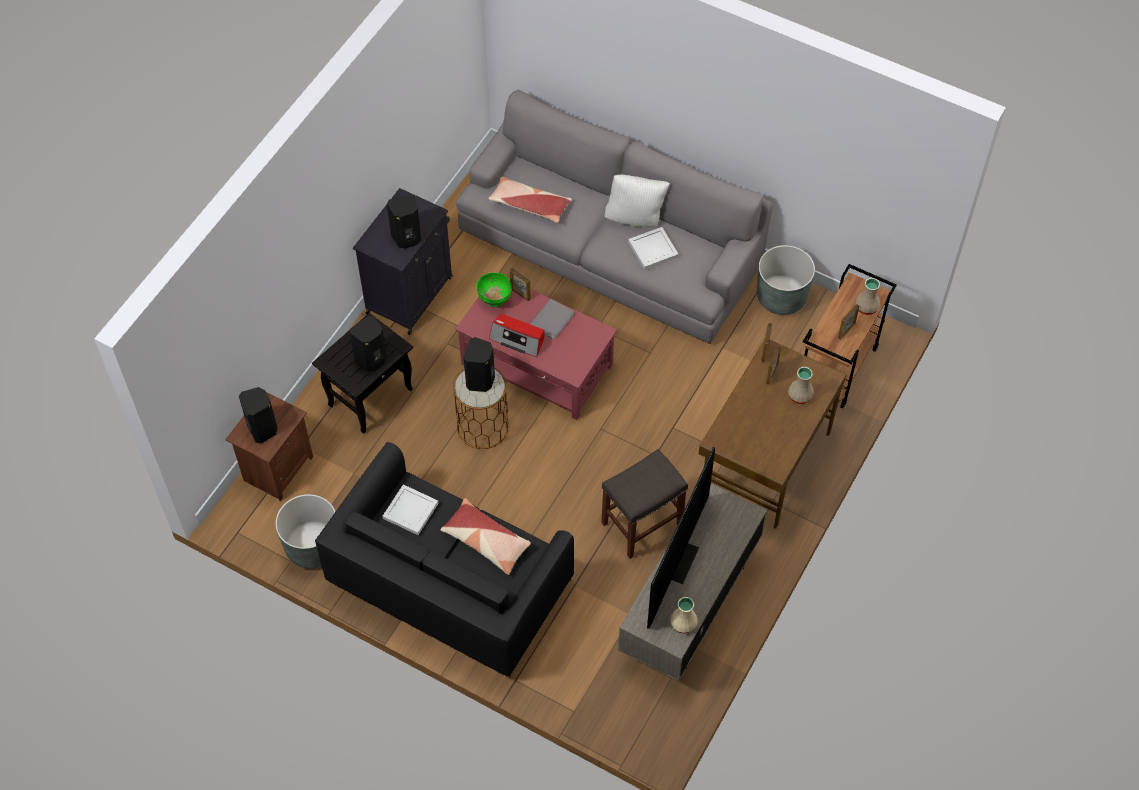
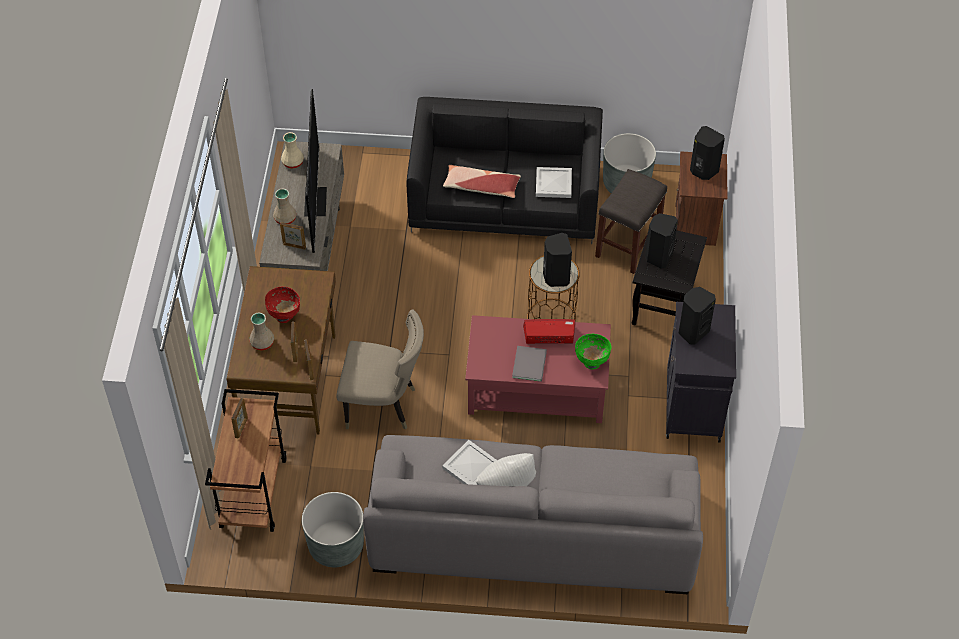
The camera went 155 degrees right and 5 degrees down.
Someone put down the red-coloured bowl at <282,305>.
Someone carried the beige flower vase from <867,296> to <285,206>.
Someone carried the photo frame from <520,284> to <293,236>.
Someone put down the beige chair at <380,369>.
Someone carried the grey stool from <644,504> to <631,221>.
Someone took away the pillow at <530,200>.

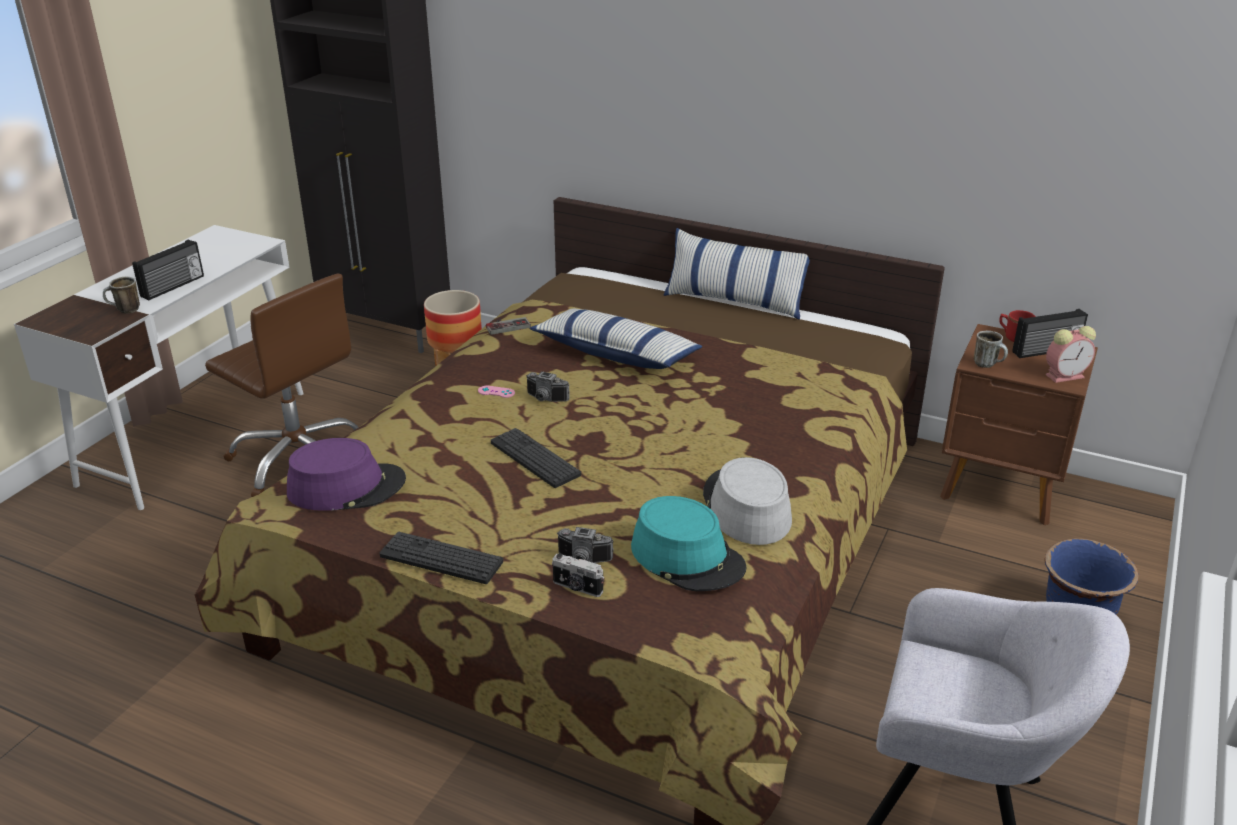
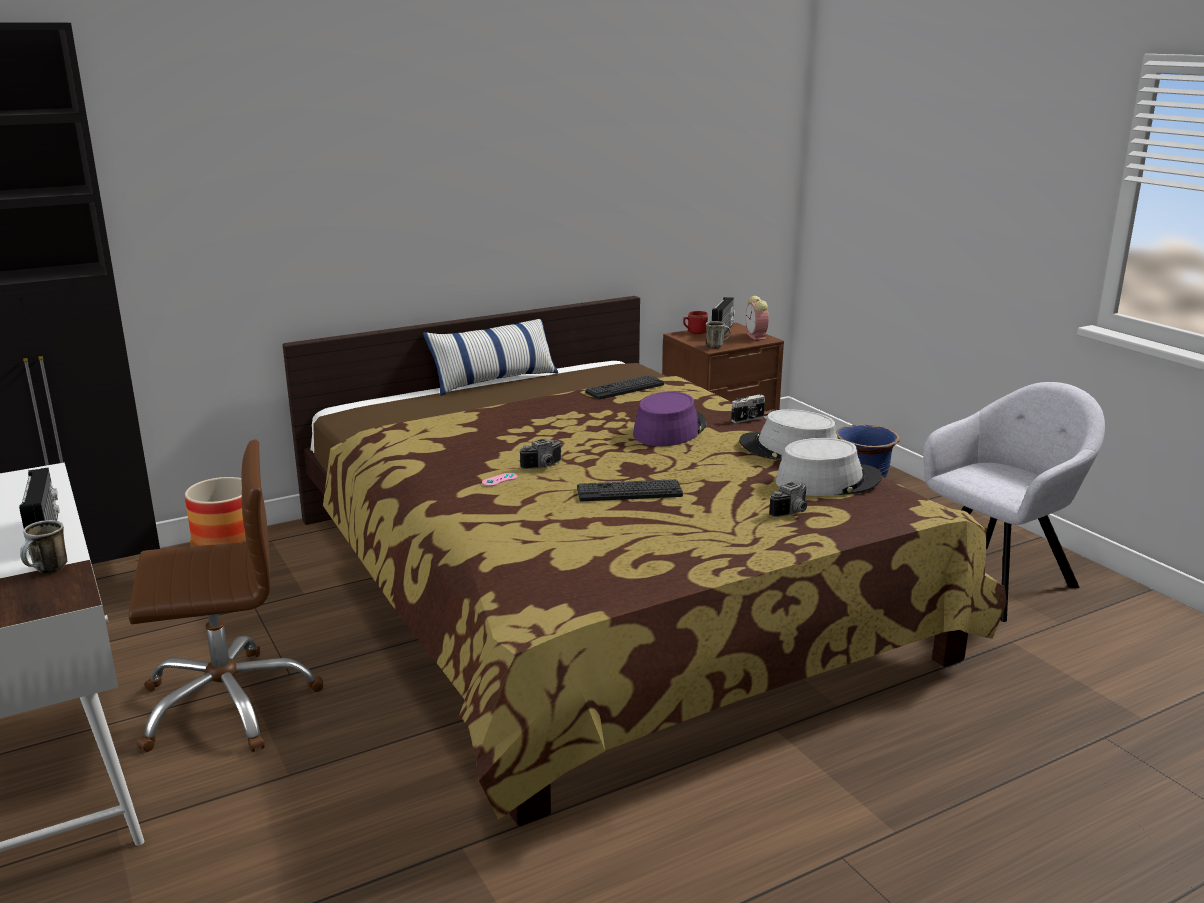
The camera went 55 degrees left and 10 degrees down.
Someone carried the PC keyboard from <441,557> to <624,387>.
Someone carried the purplish hat from <346,474> to <670,418>.
Someone carried the still camera from <578,575> to <748,408>.
Someone rotated the bedside clock at <1071,354> by 150 degrees clockwise.
Someone repainted the blue-green hat at <688,543>, which became the grey hat at <829,467>.
Someone took away the joypad at <508,326>.
Someone took away the pillow at <615,339>.

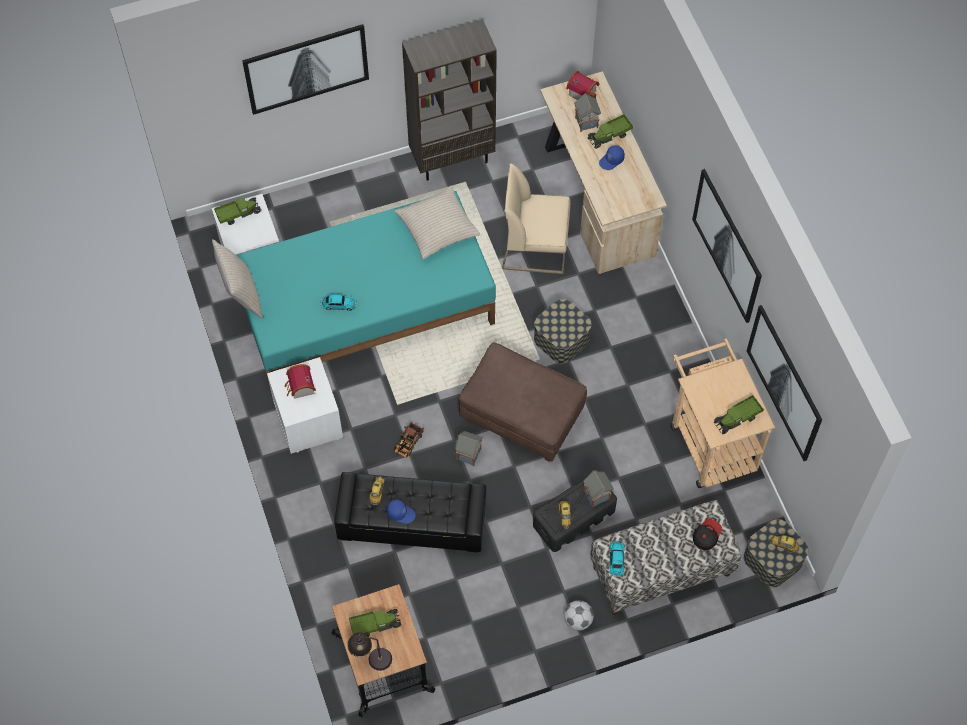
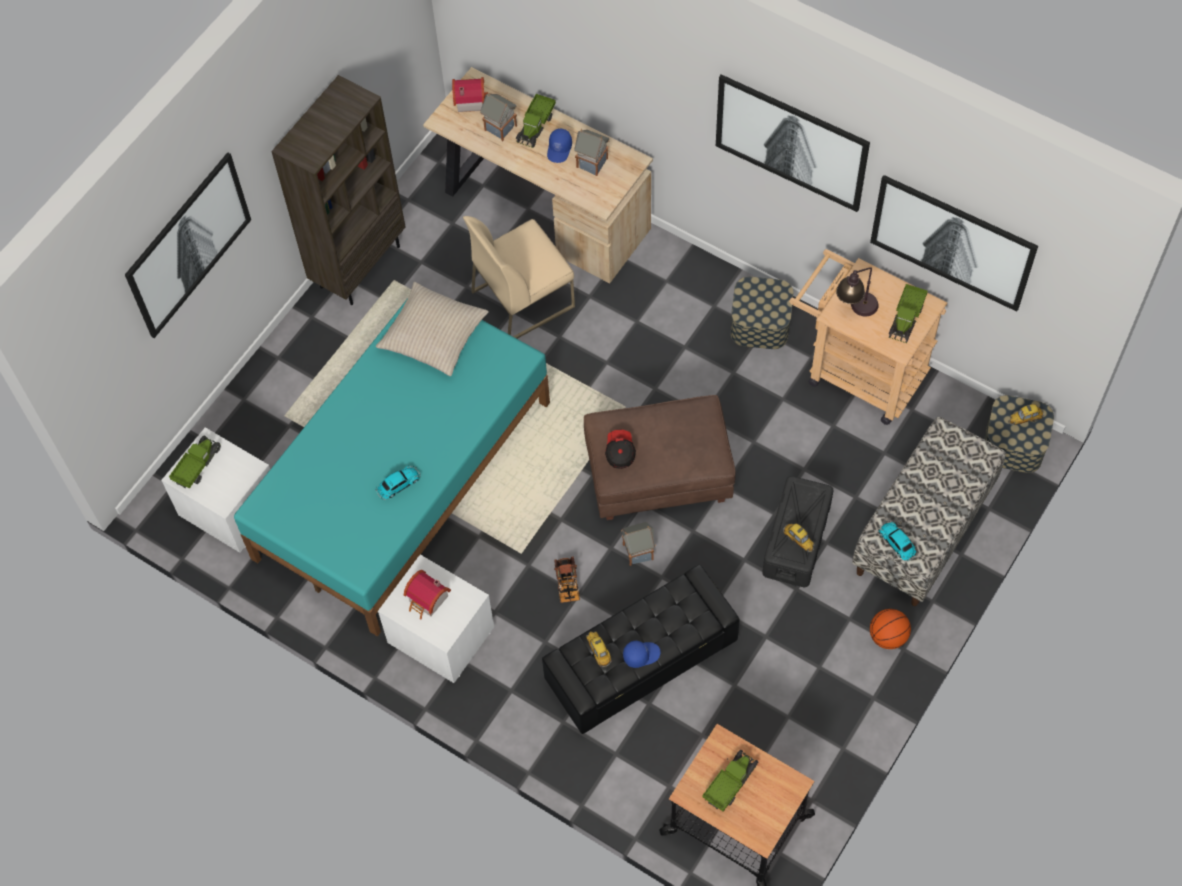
The camera went 35 degrees left and 0 degrees up.
Someone carried the model house from <598,488> to <591,152>.
Someone carried the baseball cap from <707,535> to <620,449>.
Someone carried the storage box from <562,331> to <762,313>.
Someone carried the lamp for a table from <369,651> to <857,291>.
Someone swapped the football at <579,615> for the ball for basketball at <890,629>.
Someone took away the beige pillow at <237,278>.

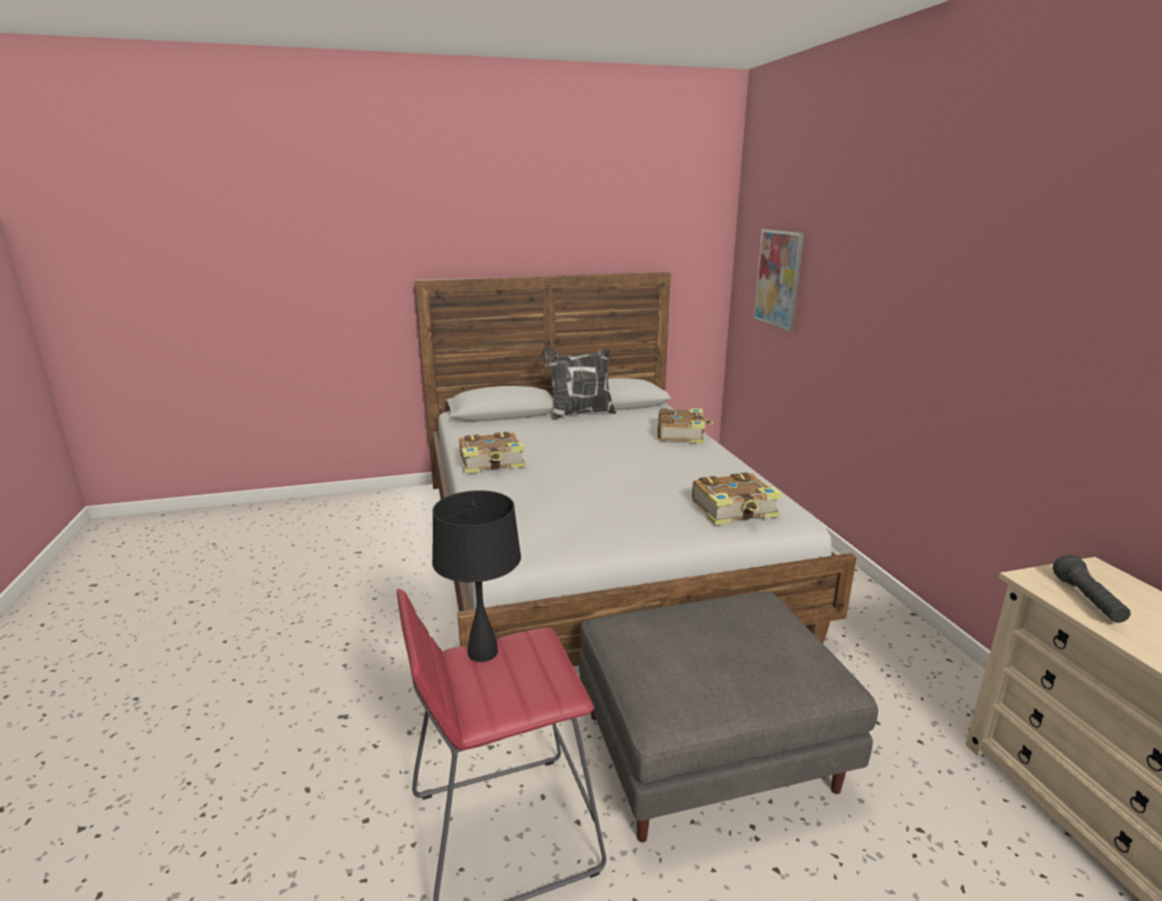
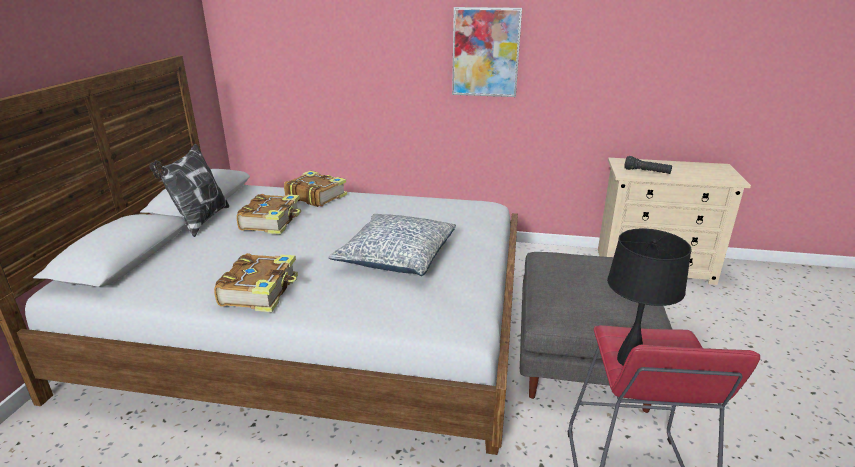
The camera went 65 degrees left and 5 degrees up.
Someone carried the book from <737,498> to <268,214>.
Someone put down the pillow at <392,245>.
Someone carried the wall picture from <779,280> to <487,52>.

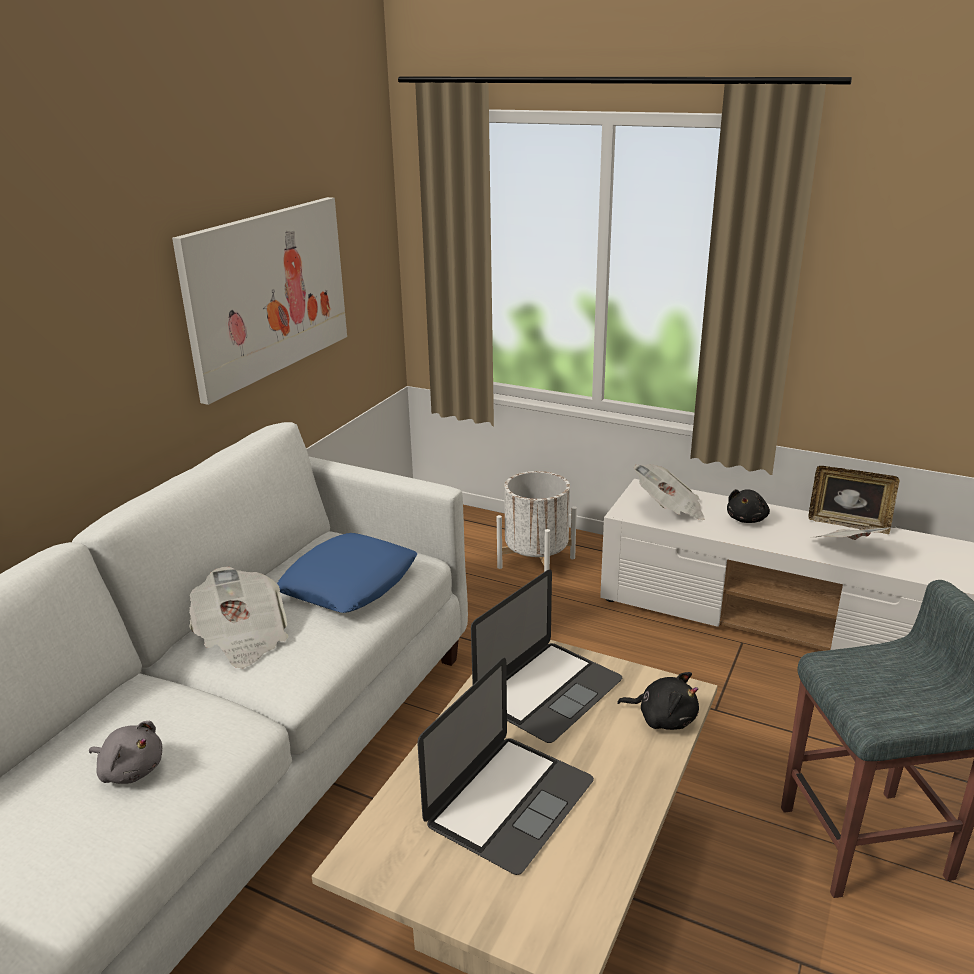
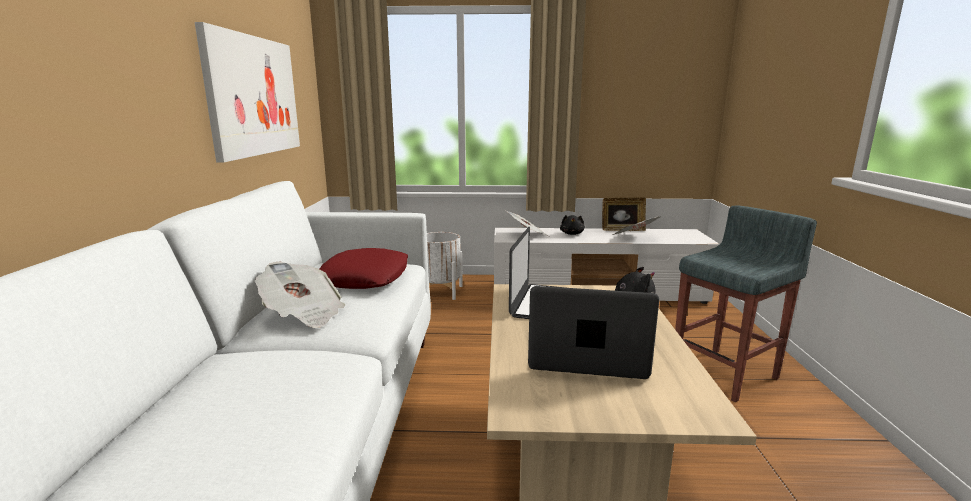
The camera went 25 degrees left and 10 degrees down.
Someone repainted the blue-coloured pillow at <347,573>, which became the red-coloured pillow at <364,268>.
Someone rotated the portable computer at <505,766> by 90 degrees counterclockwise.
Someone took away the grey cuddly toy at <125,752>.

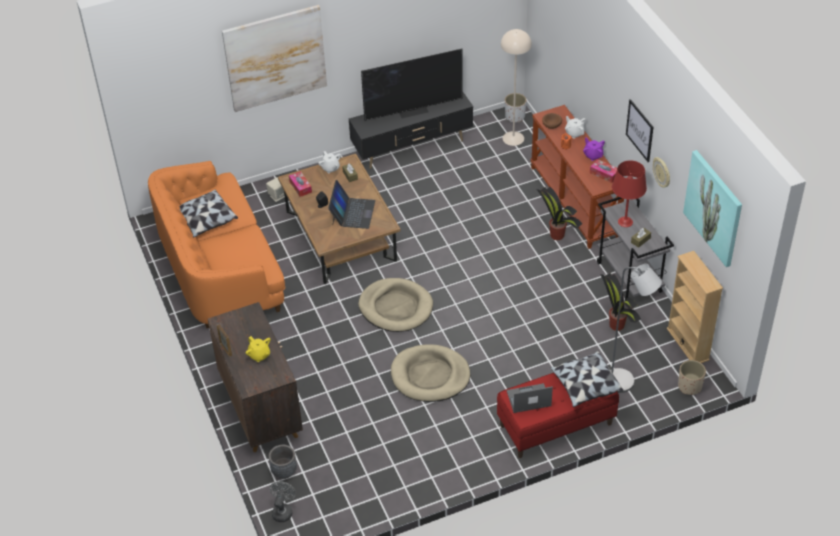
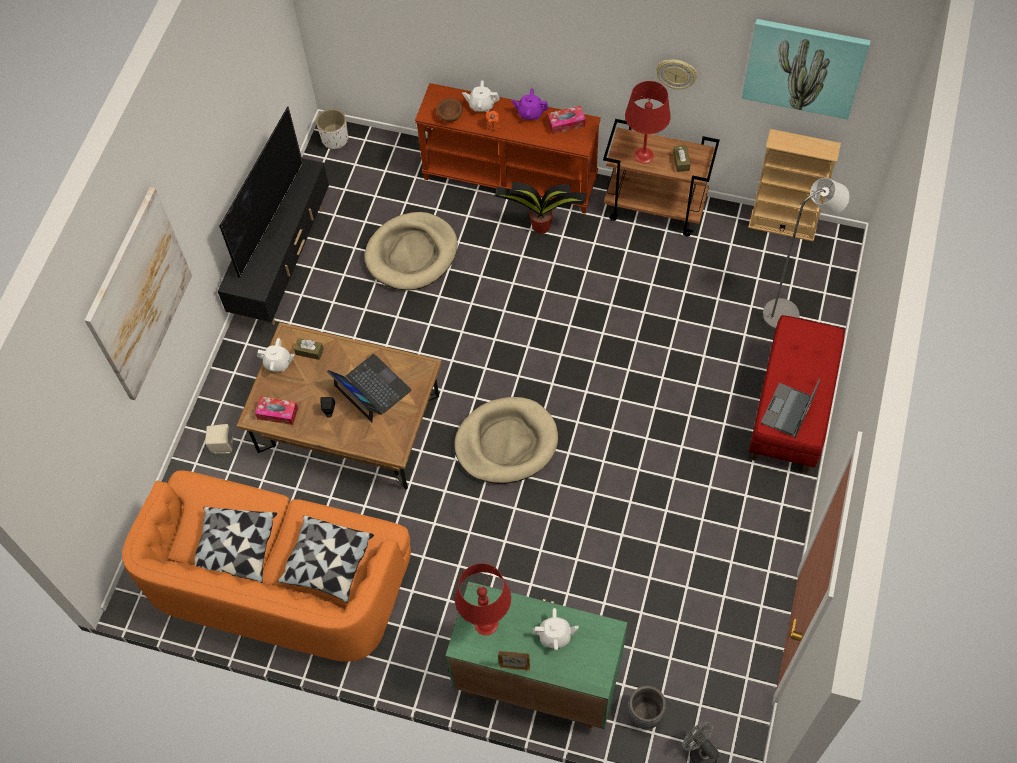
The camera went 50 degrees left and 15 degrees up.
Someone carried the pillow from <587,379> to <325,559>.
Someone carried the beige pet bed from <430,373> to <411,251>.
Someone repainted the brown-coloured cabinet at <255,377>, which became the greenish cabinet at <536,655>.
Someone put down the red-coloured lamp for a table at <483,599>.
Someone repainted the yellowish tea pot at <258,349>, which became the whitish tea pot at <555,629>.
Someone repainted the grey wheeled cart at <635,248>, which became the brown-coloured wheeled cart at <661,177>.
Someone took away the beige standing lamp at <516,87>.
Someone took away the houseplant at <620,302>.
Someone took away the wall picture at <639,130>.
Someone took away the beige planter at <692,377>.

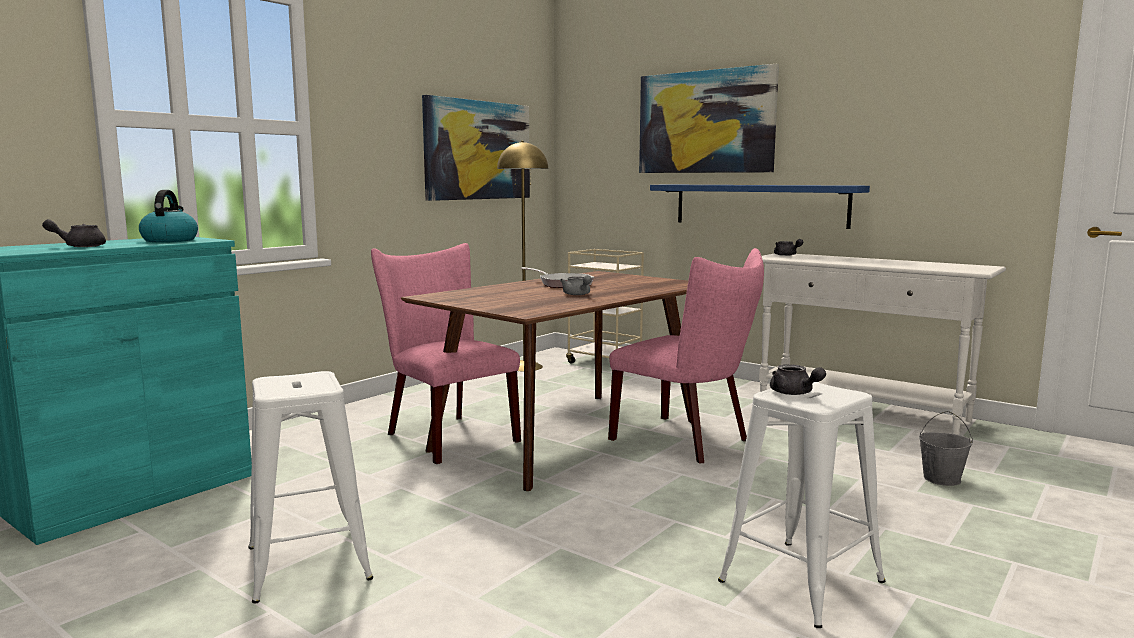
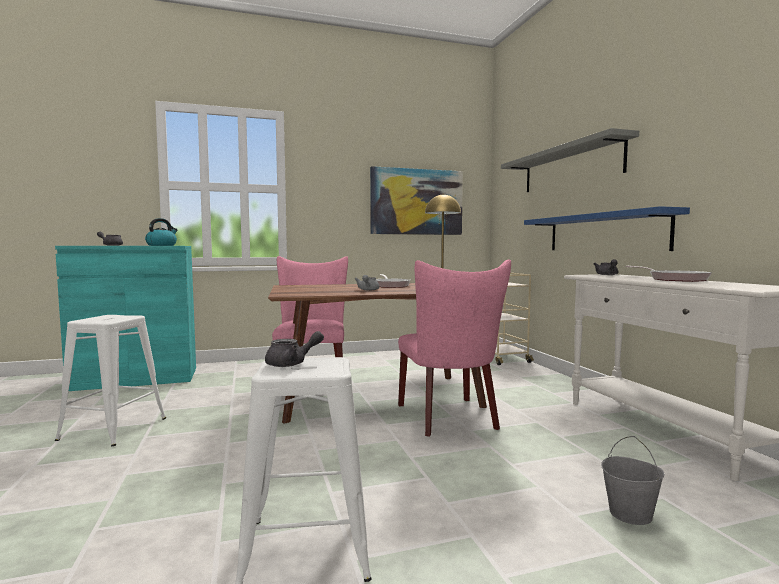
The camera went 35 degrees right and 5 degrees down.
Someone rotated the grey tea pot at <798,379> by 120 degrees counterclockwise.
Someone swapped the wall picture at <709,118> for the grey wall shelf at <570,160>.
Someone put down the frying pan at <669,274>.

